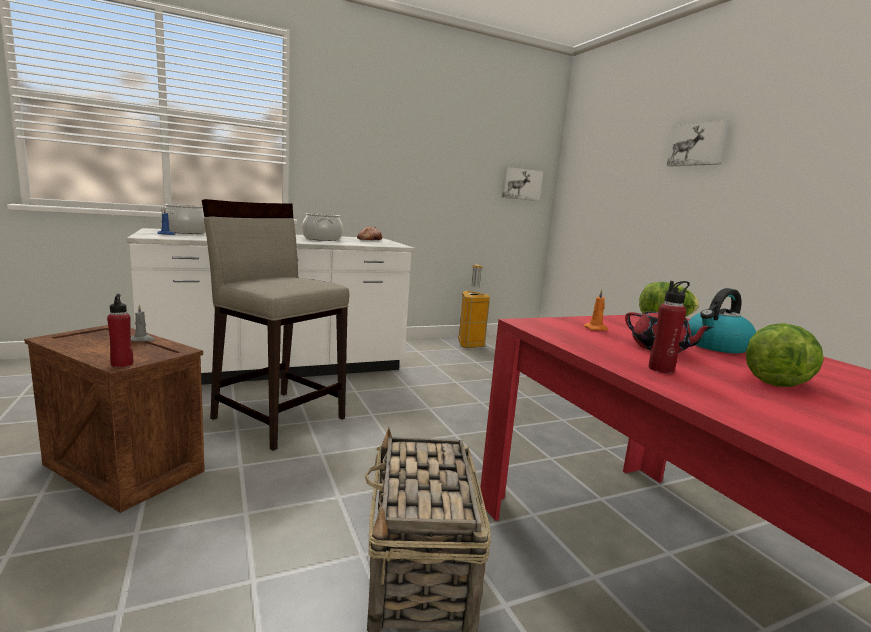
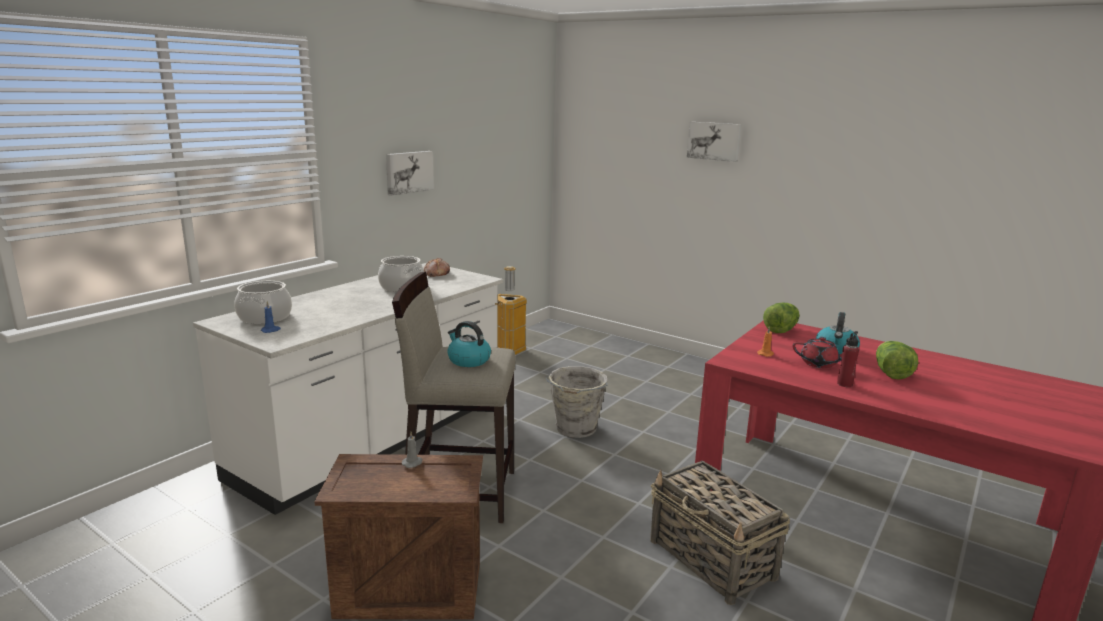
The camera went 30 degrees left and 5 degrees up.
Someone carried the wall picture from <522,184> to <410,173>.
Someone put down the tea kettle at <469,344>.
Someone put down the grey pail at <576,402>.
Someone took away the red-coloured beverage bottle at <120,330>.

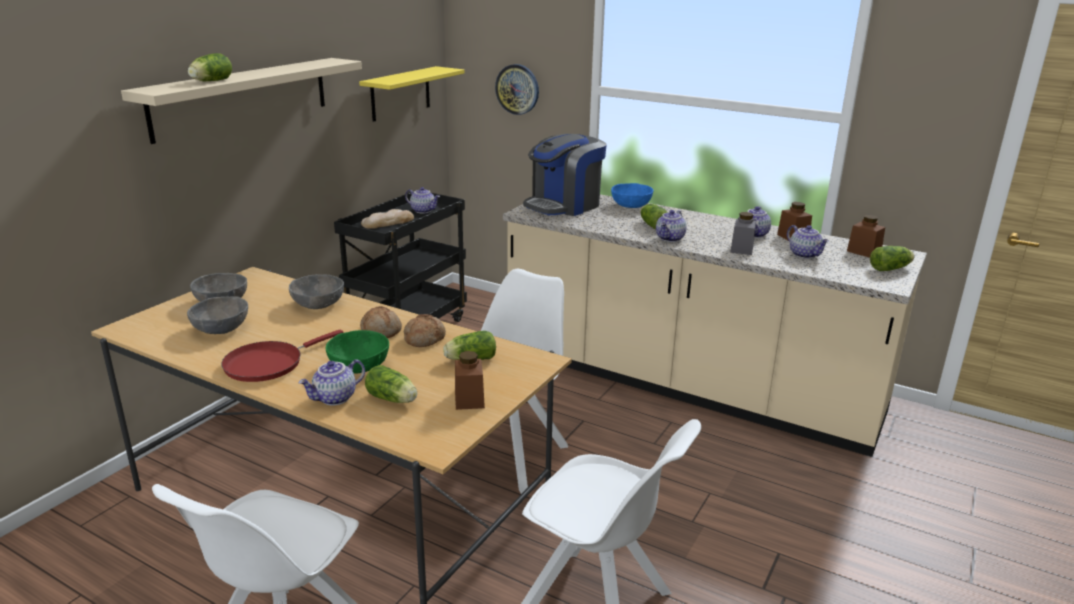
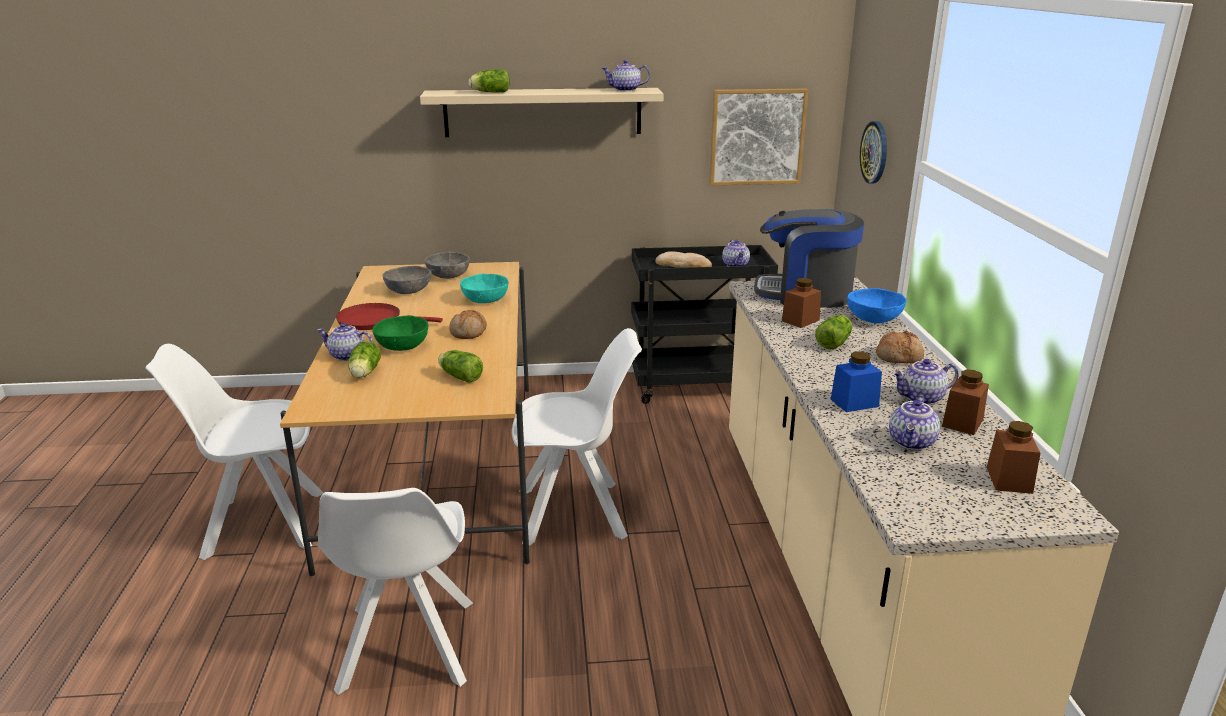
The camera went 55 degrees right and 0 degrees up.
Someone repainted the grey bowl at <316,291>, which became the blue-green bowl at <484,288>.
Someone carried the tea pot from <671,226> to <626,75>.
Someone swapped the yellowish wall shelf at <412,94> for the wall picture at <758,137>.
Someone carried the brown-coloured jar from <470,380> to <801,303>.
Someone repainted the grey jar at <743,233>, which became the blue-coloured jar at <856,382>.
Someone carried the bread from <425,330> to <900,347>.
Someone took away the lettuce at <892,258>.

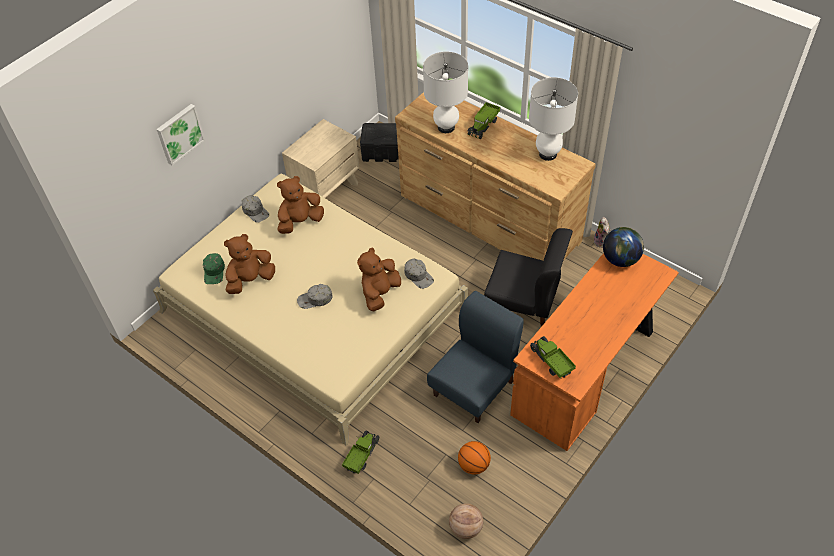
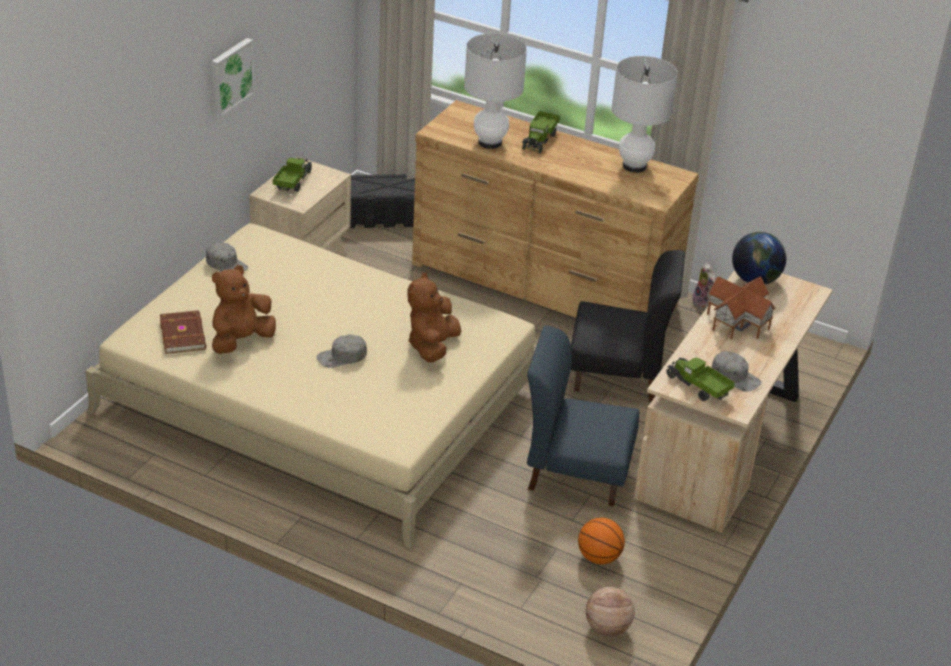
The camera went 15 degrees left and 15 degrees down.
Someone swapped the greenish baseball cap at <214,268> for the brown-coloured book at <183,332>.
Someone carried the wall picture from <180,134> to <233,77>.
Someone carried the model truck from <361,452> to <292,175>.
Someone rotated the blue-coloured chair at <475,357> by 105 degrees counterclockwise.
Someone repainted the orange desk at <594,352>, which became the beige desk at <733,401>.
Someone put down the model house at <741,308>.
Someone carried the grey baseball cap from <419,274> to <736,371>.
Someone took away the brown-coloured cuddly toy at <300,205>.

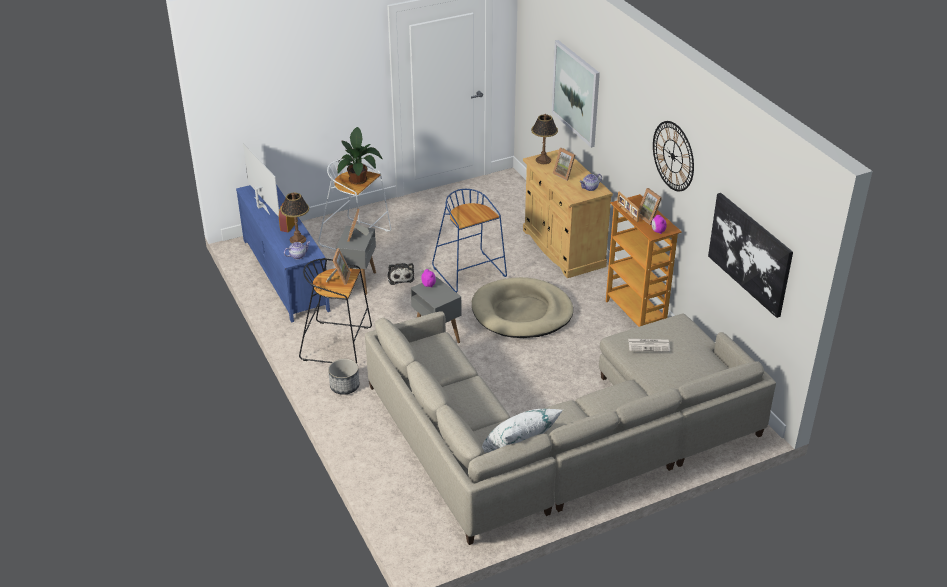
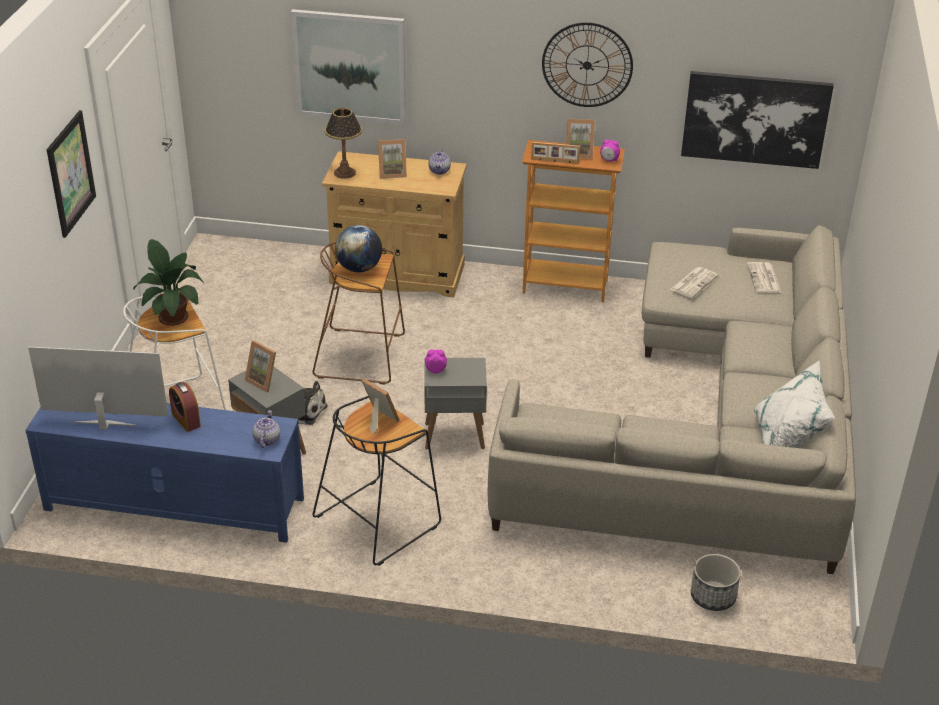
The camera went 55 degrees left and 0 degrees up.
Someone put up the wall picture at <71,174>.
Someone repainted the blue-coloured stool at <469,241>, which became the brown-coloured stool at <358,313>.
Someone put down the globe at <358,249>.
Someone carried the planter from <343,377> to <716,582>.
Someone put down the daily paper at <764,277>.
Someone took away the lamp for a table at <295,218>.
Someone took away the beige pet bed at <522,307>.

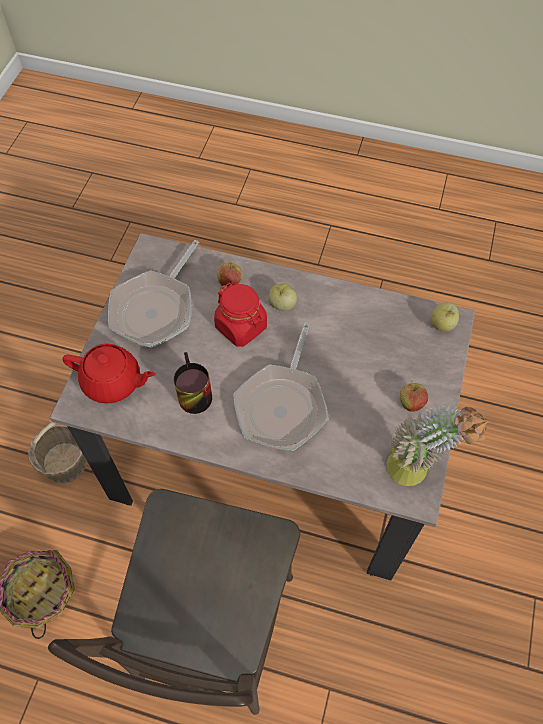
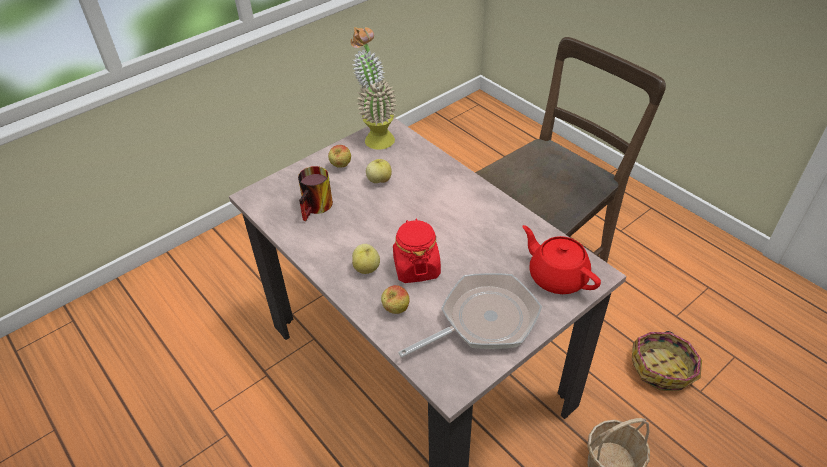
The camera went 145 degrees left and 15 degrees down.
Someone carried the mug from <193,383> to <315,193>.
Someone carried the apple fruit from <444,317> to <379,171>.
Someone took away the frying pan at <281,387>.

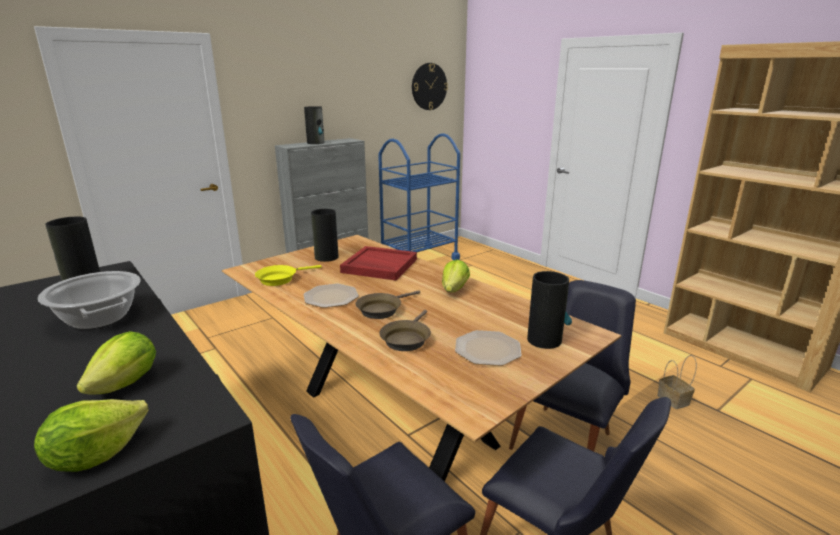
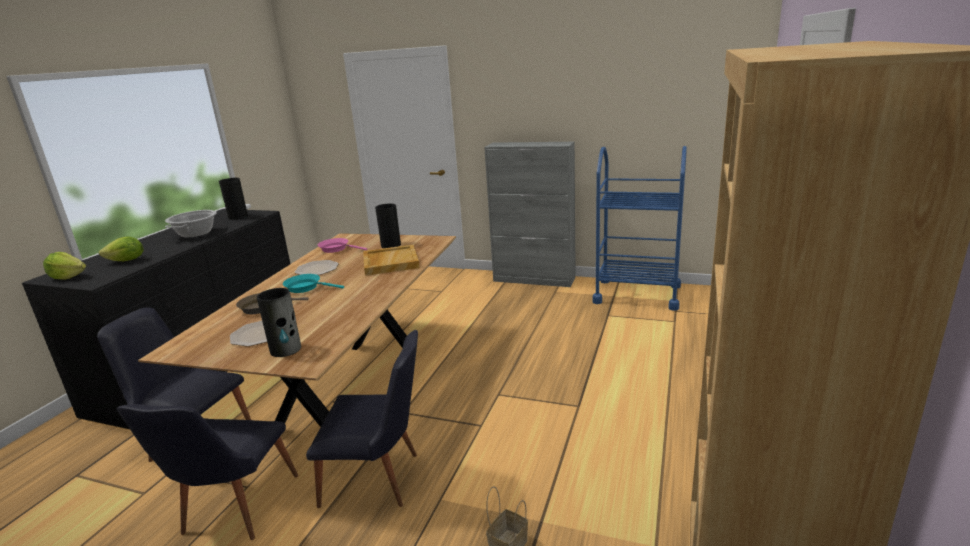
The camera went 60 degrees right and 0 degrees up.
Someone repainted the brown-coloured frying pan at <388,304>, which became the blue-green frying pan at <313,283>.
Someone repainted the yellowish frying pan at <288,275>, which became the pink-coloured frying pan at <342,245>.
Someone repainted the red-coloured carrying tray at <378,263>, which became the beige carrying tray at <391,260>.
Someone took away the flower vase at <314,125>.
Someone took away the wall clock at <430,86>.
Someone took away the lettuce at <456,276>.

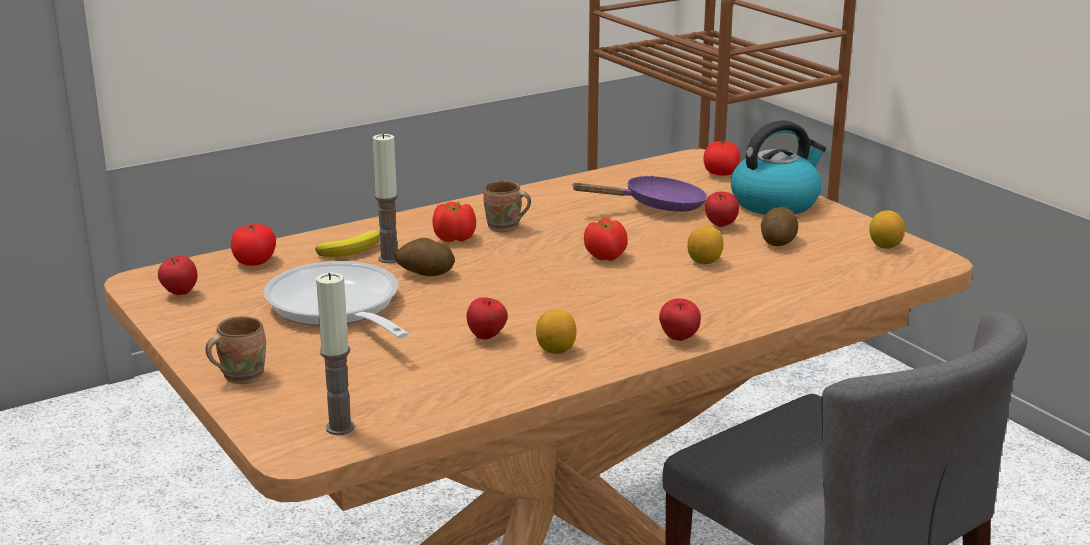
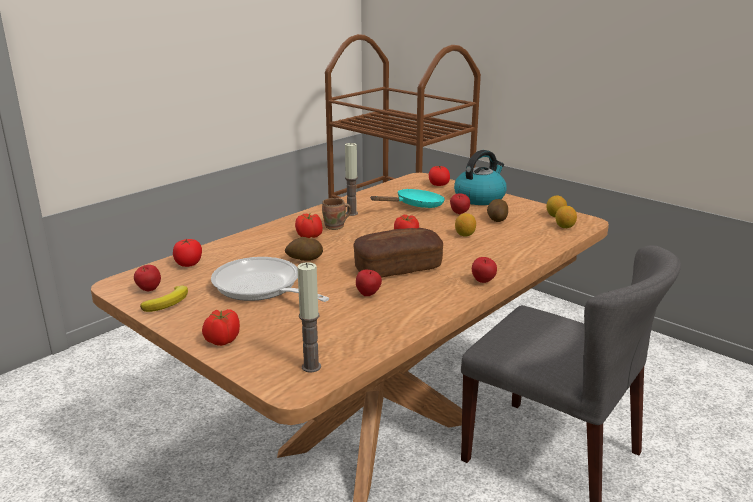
The camera went 15 degrees left and 0 degrees up.
Someone carried the banana from <347,243> to <164,298>.
Someone swapped the brown-coloured mug at <236,350> for the fresh tomato at <221,327>.
Someone carried the wax candle from <385,198> to <351,179>.
Someone put down the bread at <398,253>.
Someone repainted the purplish frying pan at <639,194>, which became the blue-green frying pan at <407,198>.
Someone carried the citrus fruit from <556,331> to <566,217>.

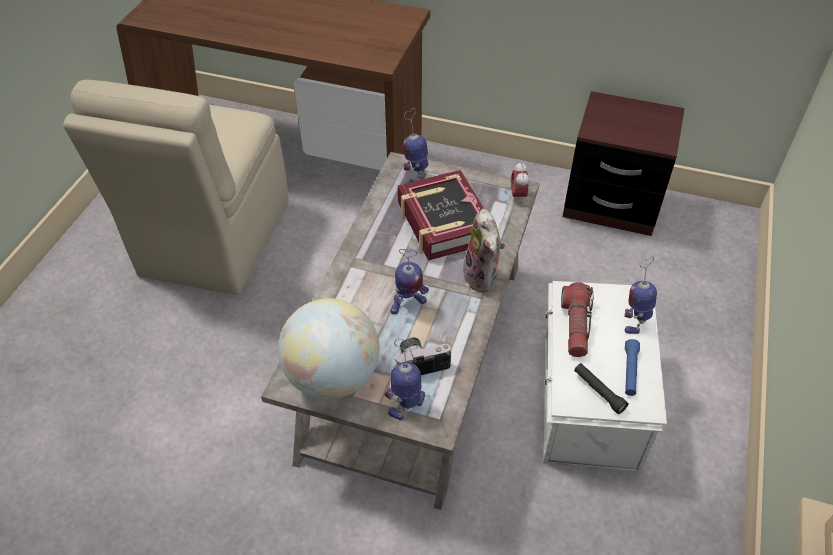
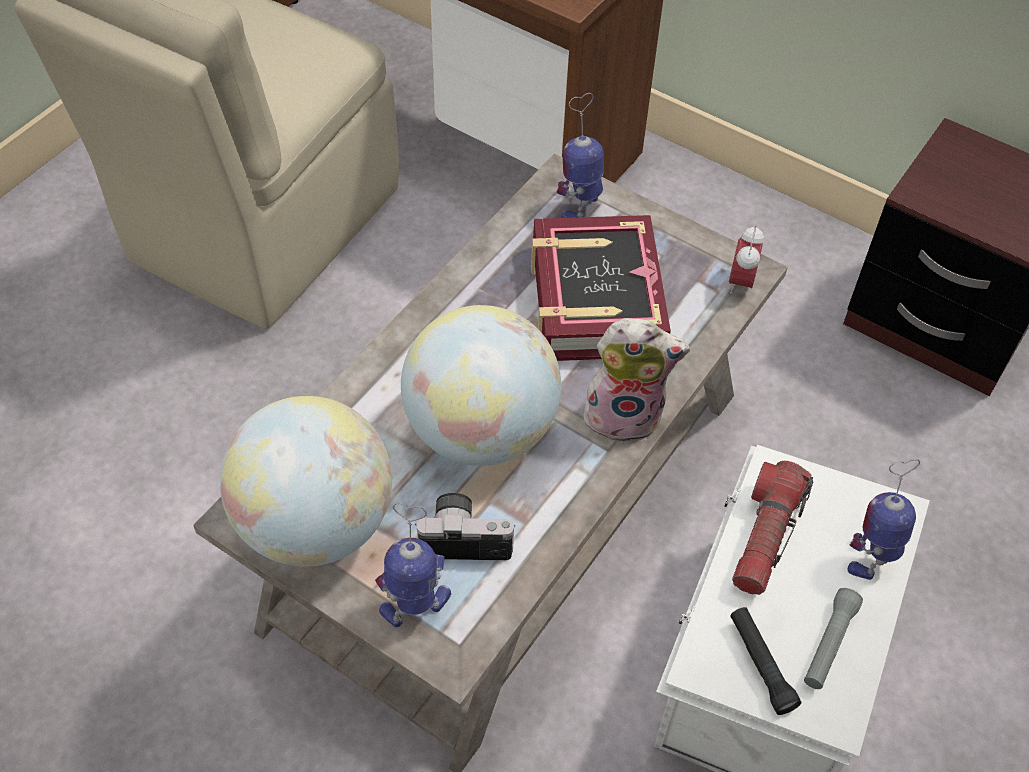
The camera went 15 degrees right and 5 degrees up.
Someone swapped the model robot at <409,281> for the globe at <481,385>.
Someone rotated the cuddly toy at <484,250> by 90 degrees counterclockwise.
Someone repainted the blue-coloured hand torch at <632,367>, which became the grey hand torch at <833,638>.

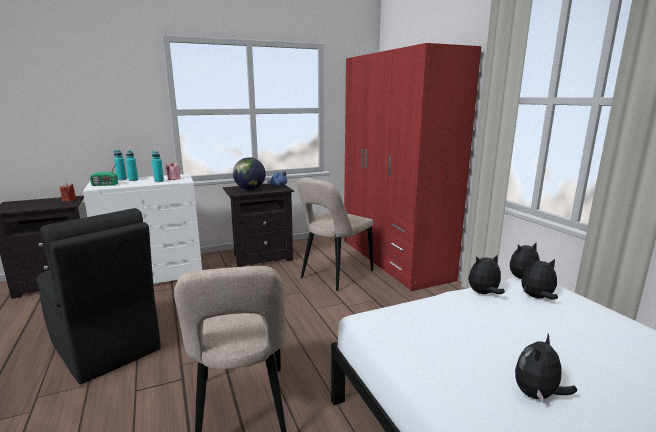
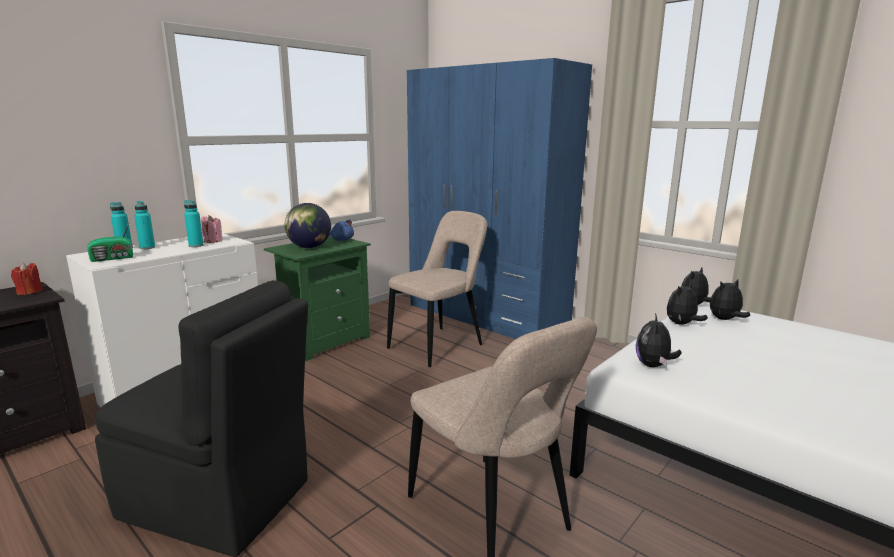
The camera went 25 degrees left and 0 degrees up.
Someone repainted the blackish nightstand at <258,225>, which became the greenish nightstand at <317,298>.
Someone rotated the beige chair at <335,234> by 150 degrees counterclockwise.
Someone repainted the red-coloured clothes cupboard at <413,167>, which became the blue-coloured clothes cupboard at <499,198>.
Someone carried the cuddly toy from <546,368> to <659,340>.

